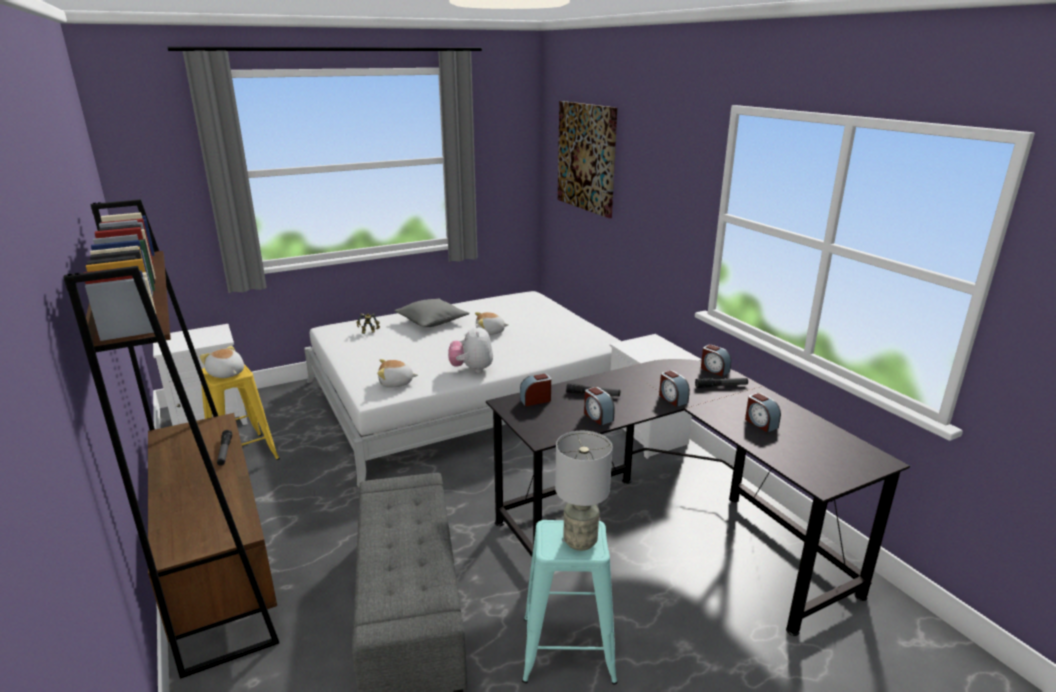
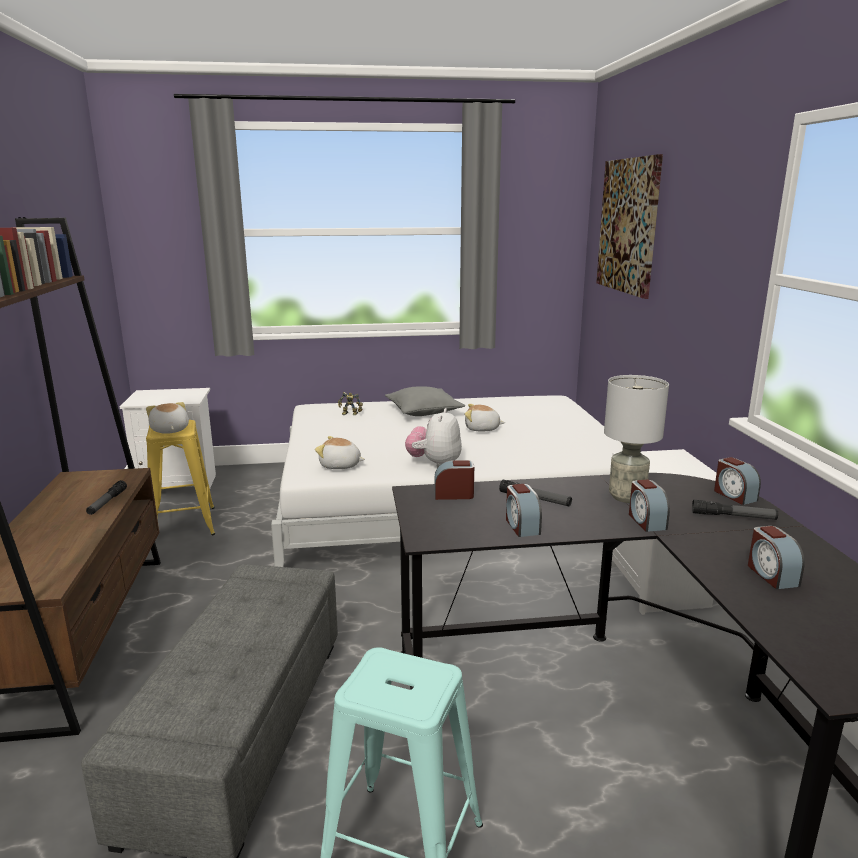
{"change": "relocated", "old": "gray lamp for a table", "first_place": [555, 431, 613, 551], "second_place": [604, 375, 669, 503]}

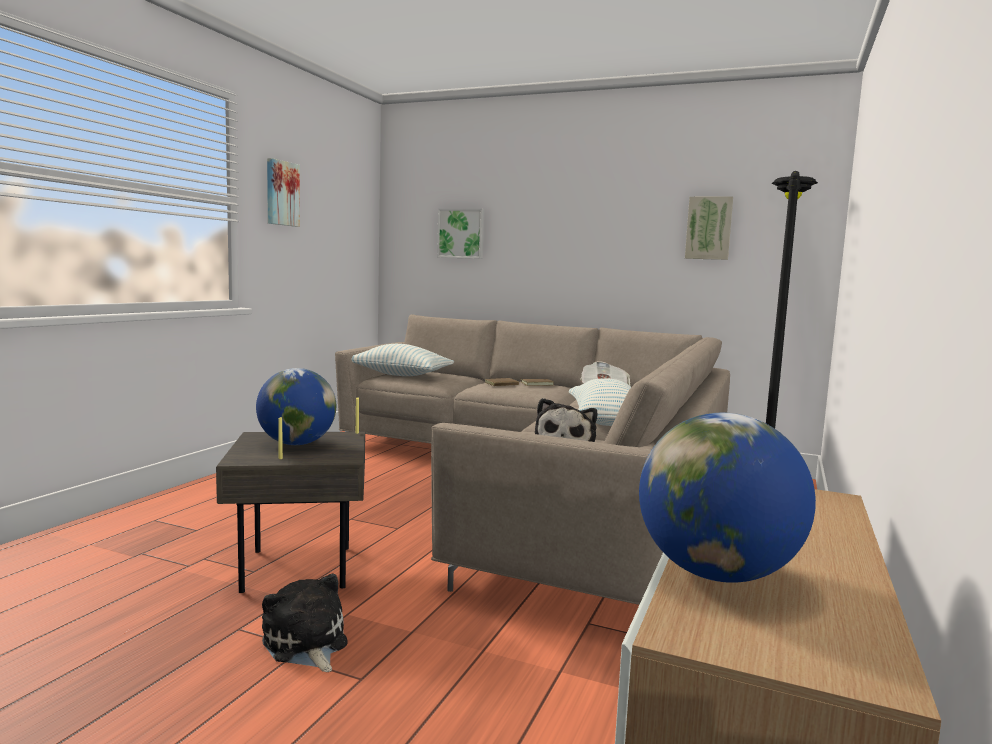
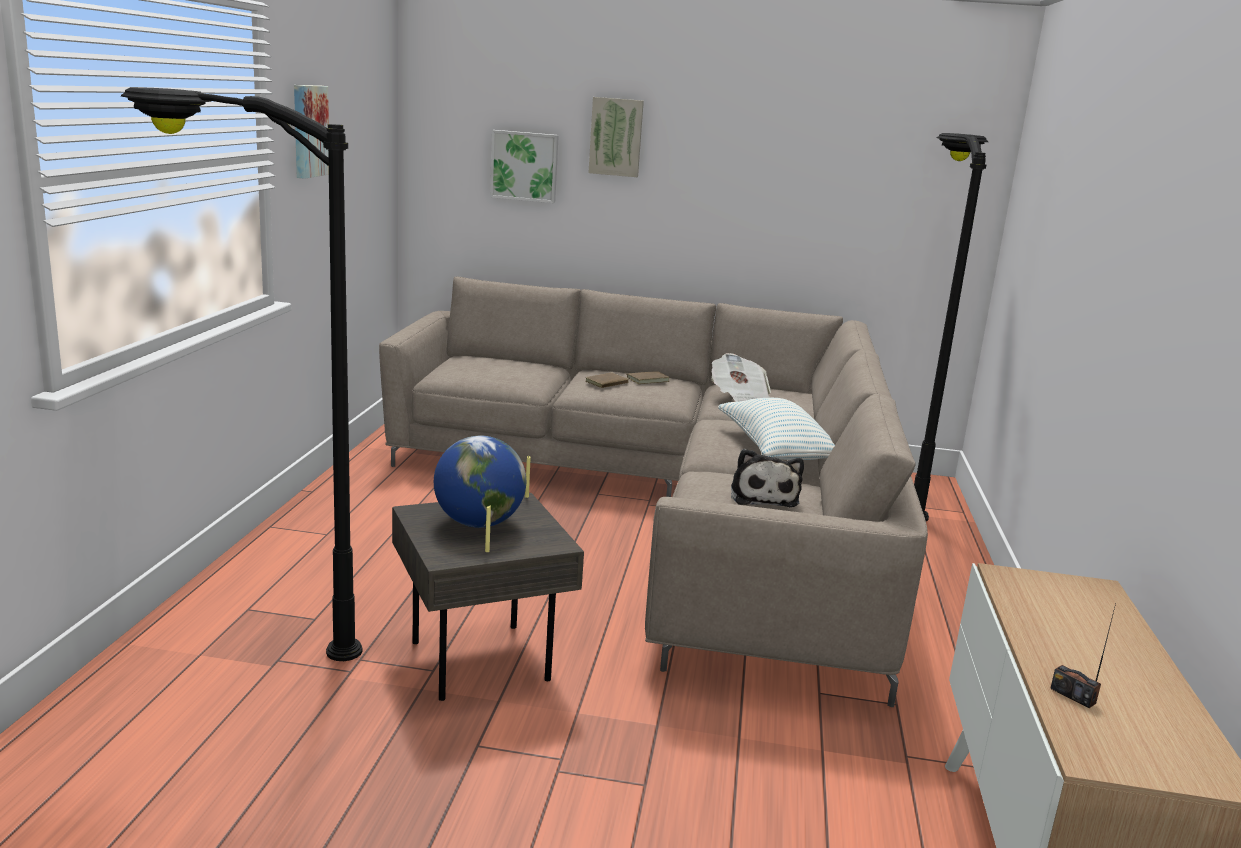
{"change": "relocated", "old": "picture", "first_place": [685, 196, 733, 260], "second_place": [588, 97, 644, 177]}
{"change": "missing", "old": "throw pillow", "first_place": [351, 344, 454, 376]}
{"change": "exchanged", "old": "desk globe", "new": "radio set", "first_place": [639, 413, 816, 583], "second_place": [1050, 604, 1116, 708]}
{"change": "missing", "old": "cuddly toy", "first_place": [262, 574, 347, 672]}
{"change": "appeared", "new": "blackish standing lamp", "second_place": [121, 87, 363, 661]}

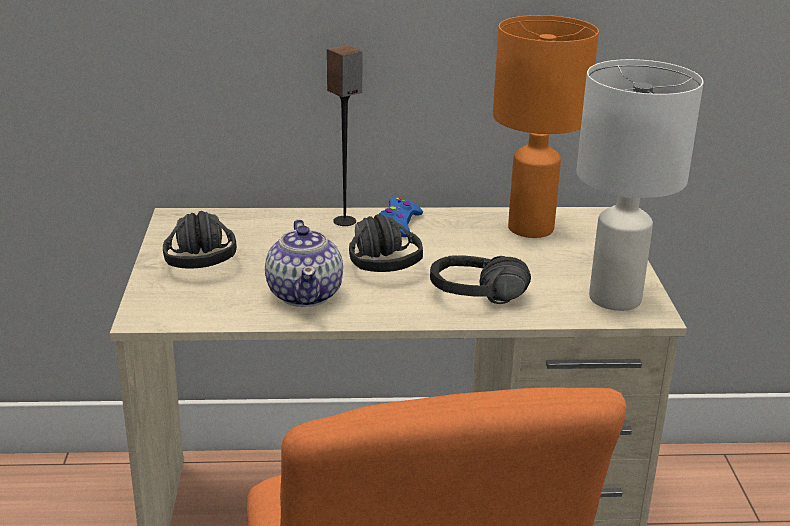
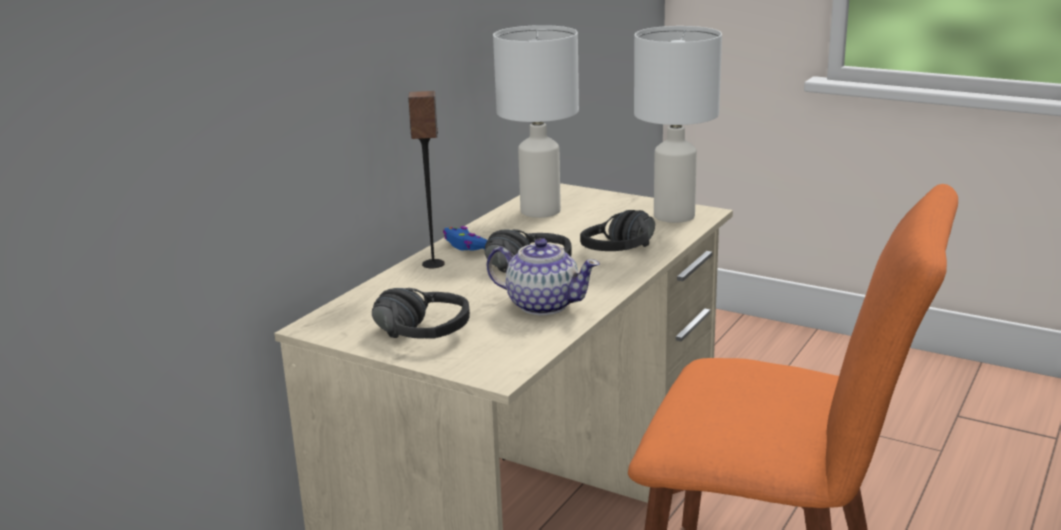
{"change": "colour", "old": "orange lamp for a table", "new": "whitish lamp for a table", "first_place": [493, 15, 599, 238], "second_place": [493, 25, 579, 218]}

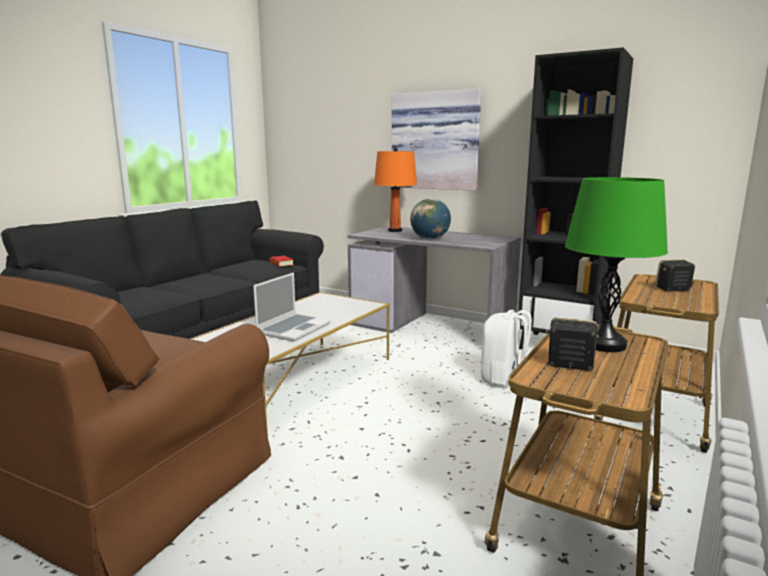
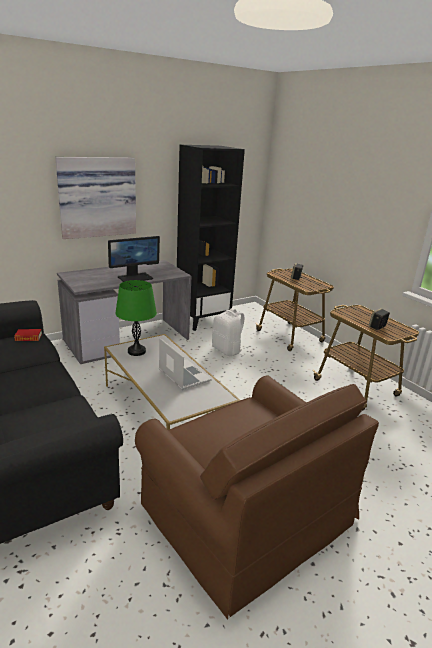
{"change": "missing", "old": "orange lamp for a table", "first_place": [374, 147, 417, 232]}
{"change": "relocated", "old": "greenish lamp for a table", "first_place": [565, 177, 668, 352], "second_place": [115, 280, 157, 356]}
{"change": "exchanged", "old": "desk globe", "new": "computer display", "first_place": [410, 199, 451, 239], "second_place": [108, 236, 160, 282]}

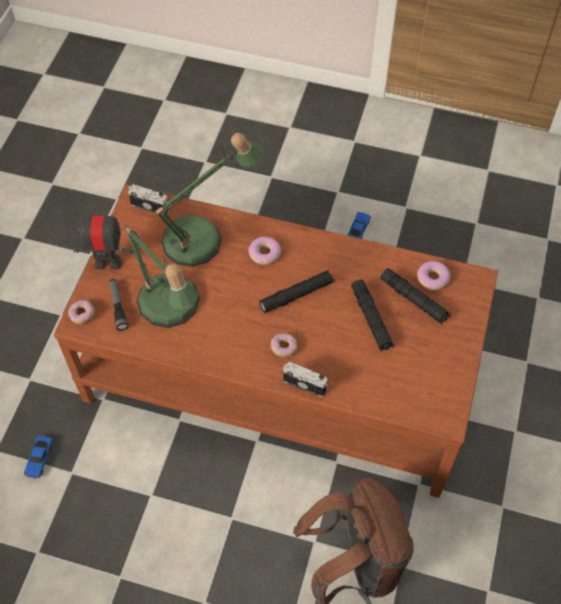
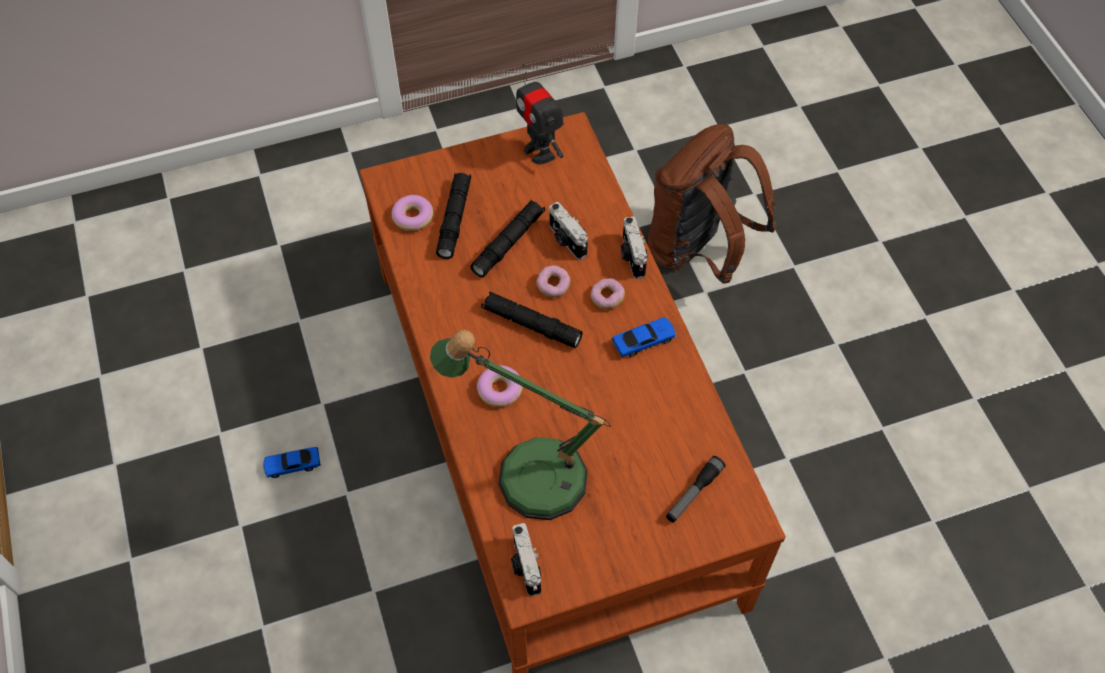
{"change": "relocated", "old": "model robot", "first_place": [74, 212, 135, 270], "second_place": [516, 64, 564, 164]}
{"change": "missing", "old": "lamp for a table", "first_place": [125, 225, 200, 328]}
{"change": "relocated", "old": "donut", "first_place": [68, 300, 95, 324], "second_place": [536, 265, 570, 298]}
{"change": "relocated", "old": "model car", "first_place": [24, 436, 53, 479], "second_place": [612, 317, 676, 357]}
{"change": "appeared", "new": "photo camera", "second_place": [549, 202, 588, 260]}

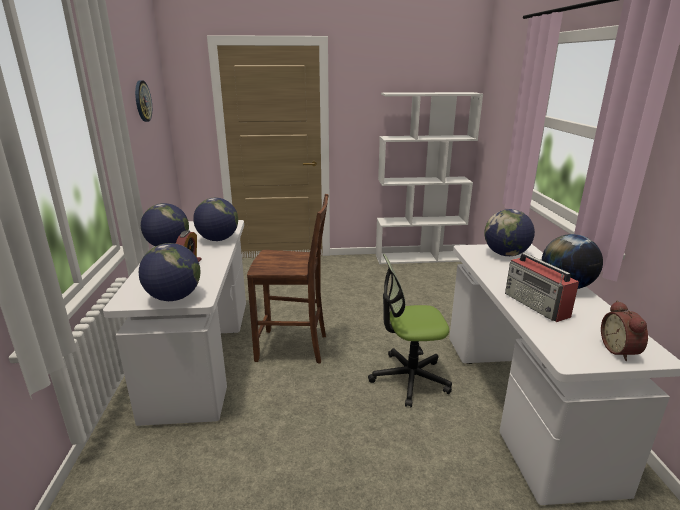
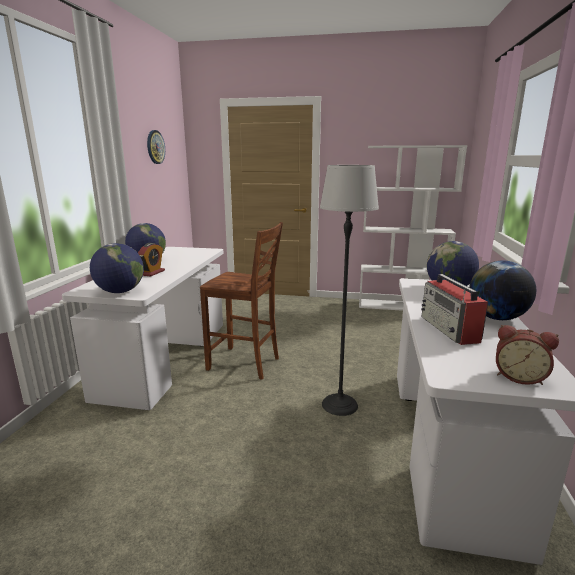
{"change": "missing", "old": "desk globe", "first_place": [193, 198, 238, 241]}
{"change": "exchanged", "old": "office chair", "new": "standing lamp", "first_place": [368, 254, 452, 407], "second_place": [320, 165, 379, 416]}
{"change": "spun", "old": "alarm clock", "first_place": [601, 301, 648, 361], "second_place": [496, 325, 559, 385], "degrees": -75}

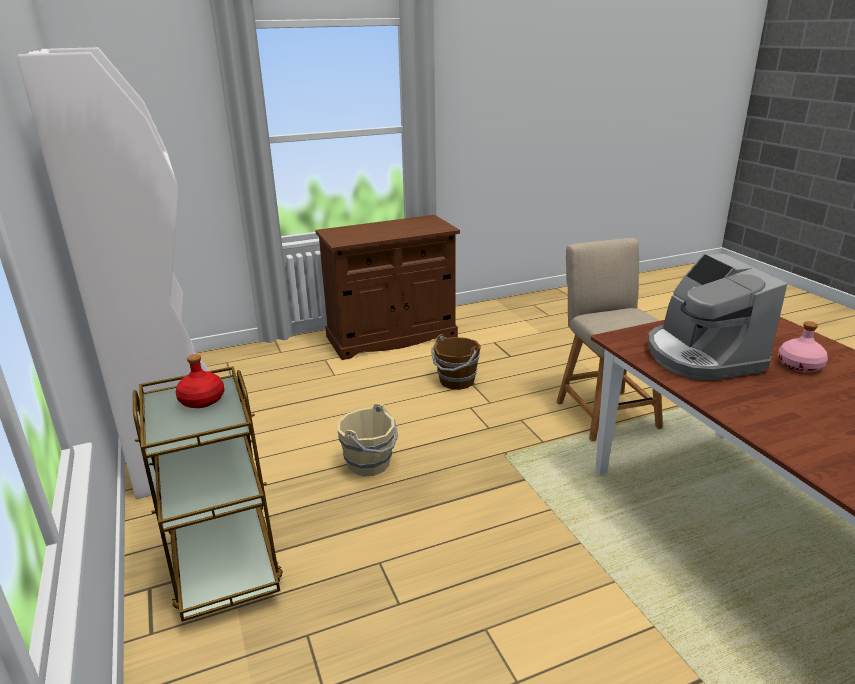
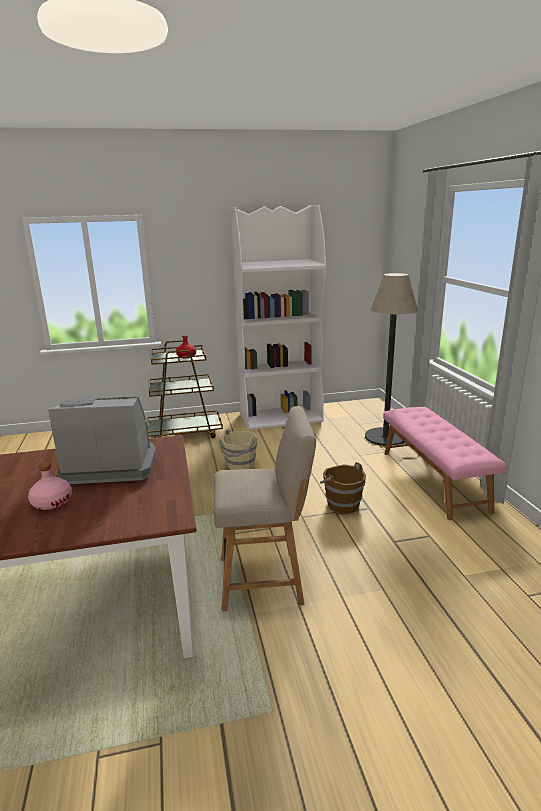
{"change": "exchanged", "old": "brown-coloured cupboard", "new": "pinkish indoor bench", "first_place": [315, 215, 460, 360], "second_place": [383, 407, 507, 520]}
{"change": "appeared", "new": "standing lamp", "second_place": [365, 273, 418, 446]}

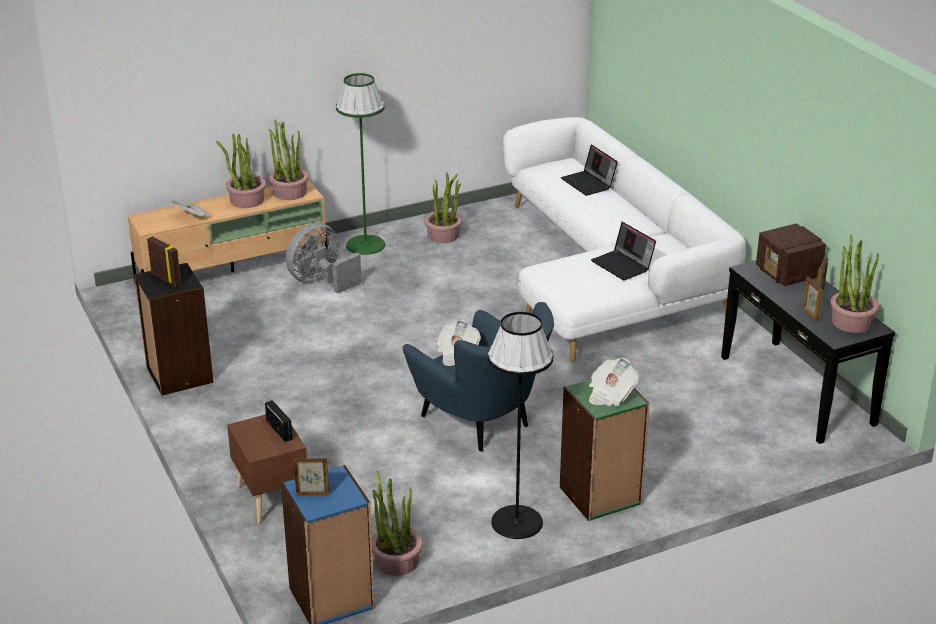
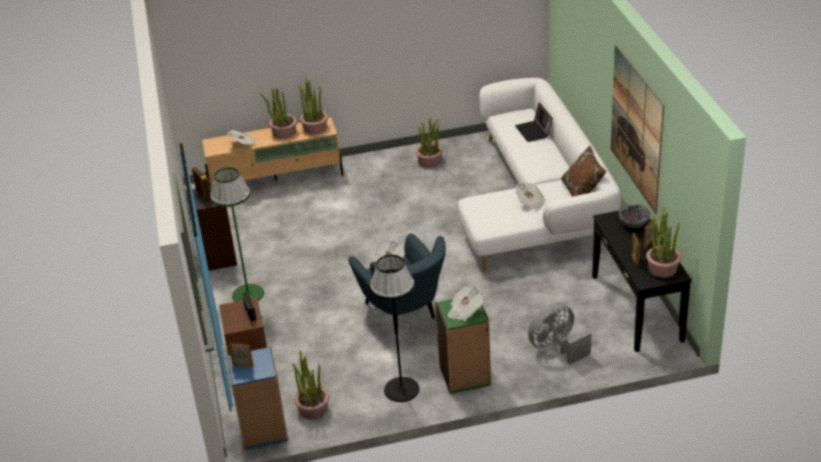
{"change": "relocated", "old": "greenish standing lamp", "first_place": [336, 73, 385, 255], "second_place": [210, 168, 264, 302]}
{"change": "exchanged", "old": "portable computer", "new": "printed paper", "first_place": [591, 222, 656, 280], "second_place": [515, 183, 546, 211]}
{"change": "relocated", "old": "gray cooling fan", "first_place": [286, 223, 362, 294], "second_place": [528, 302, 591, 364]}
{"change": "exchanged", "old": "radio set", "new": "bowl", "first_place": [756, 223, 826, 286], "second_place": [619, 204, 650, 228]}
{"change": "appeared", "new": "picture", "second_place": [611, 45, 664, 214]}
{"change": "appeared", "new": "brown-coloured throw pillow", "second_place": [561, 146, 607, 197]}

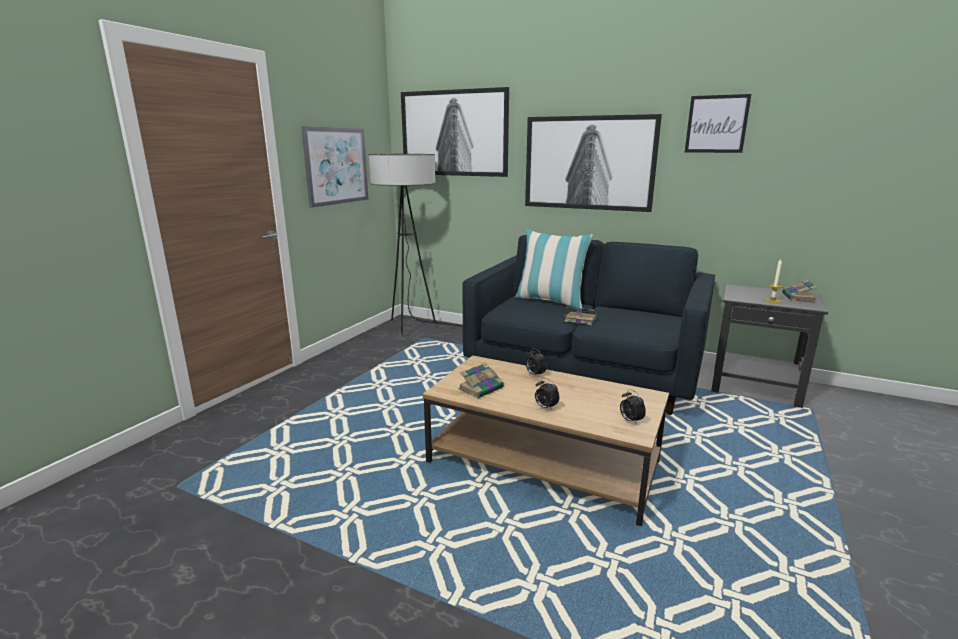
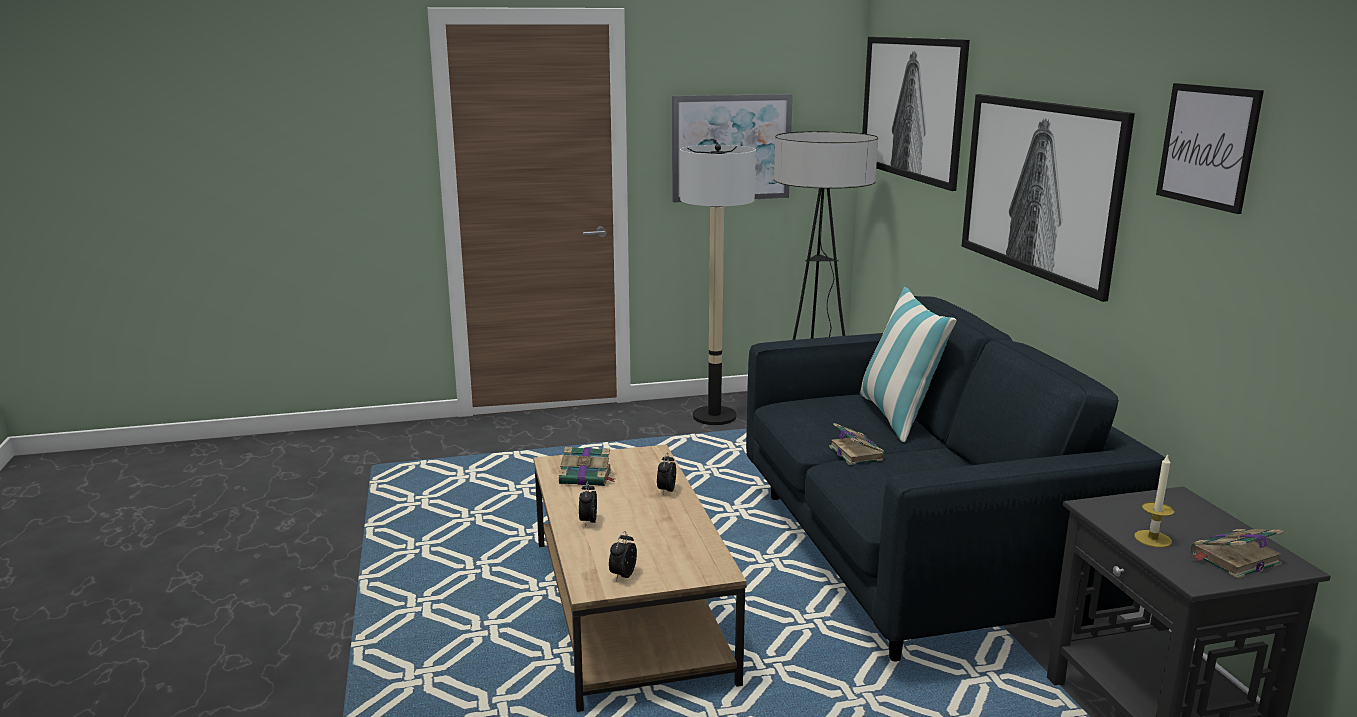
{"change": "appeared", "new": "standing lamp", "second_place": [680, 144, 756, 425]}

